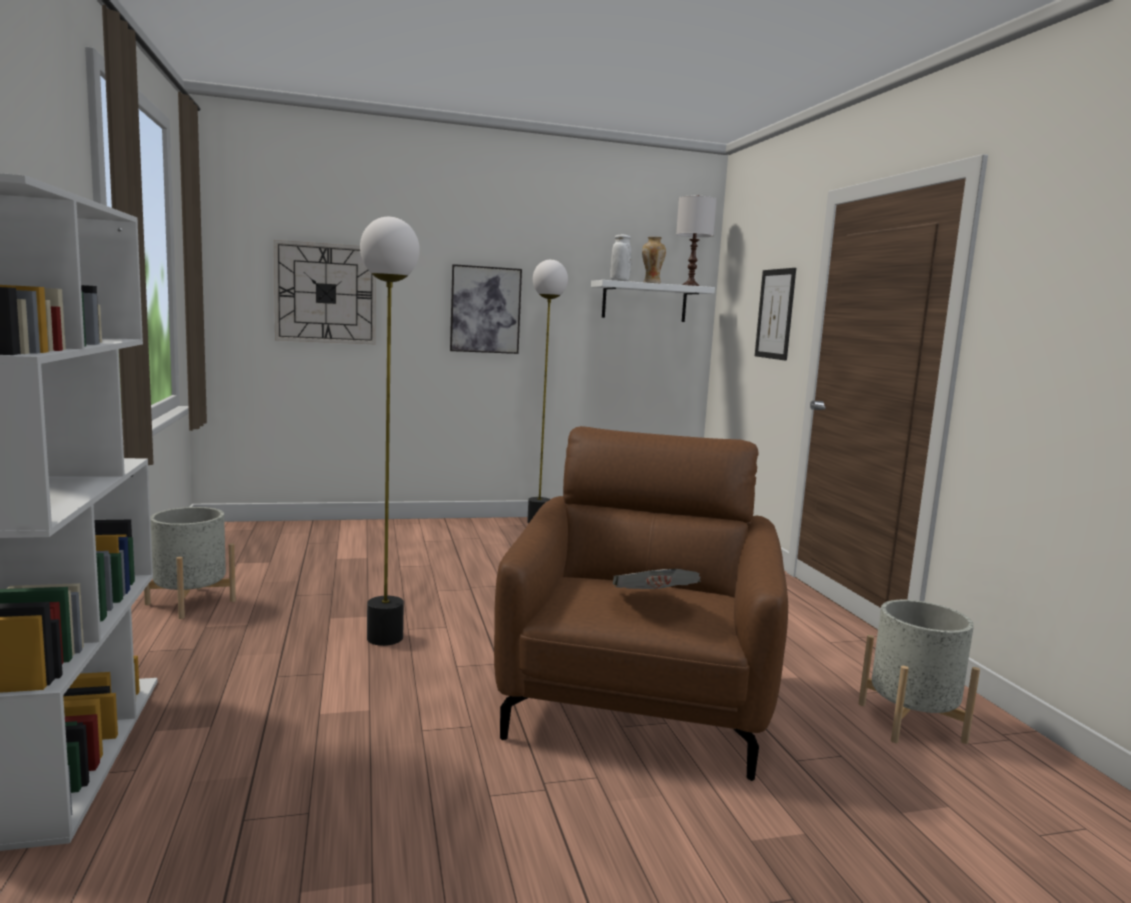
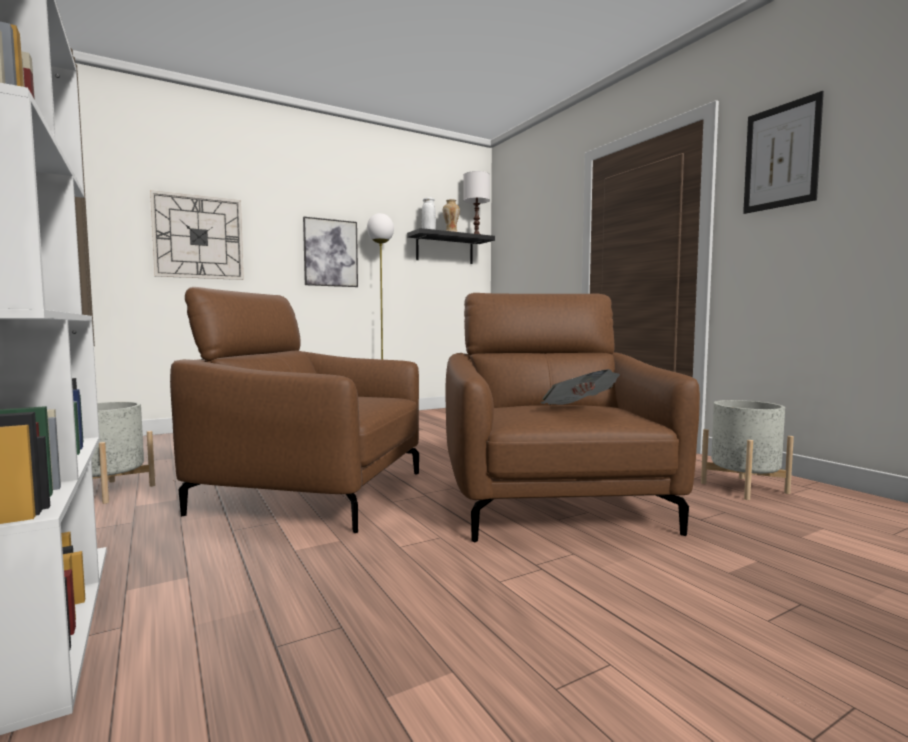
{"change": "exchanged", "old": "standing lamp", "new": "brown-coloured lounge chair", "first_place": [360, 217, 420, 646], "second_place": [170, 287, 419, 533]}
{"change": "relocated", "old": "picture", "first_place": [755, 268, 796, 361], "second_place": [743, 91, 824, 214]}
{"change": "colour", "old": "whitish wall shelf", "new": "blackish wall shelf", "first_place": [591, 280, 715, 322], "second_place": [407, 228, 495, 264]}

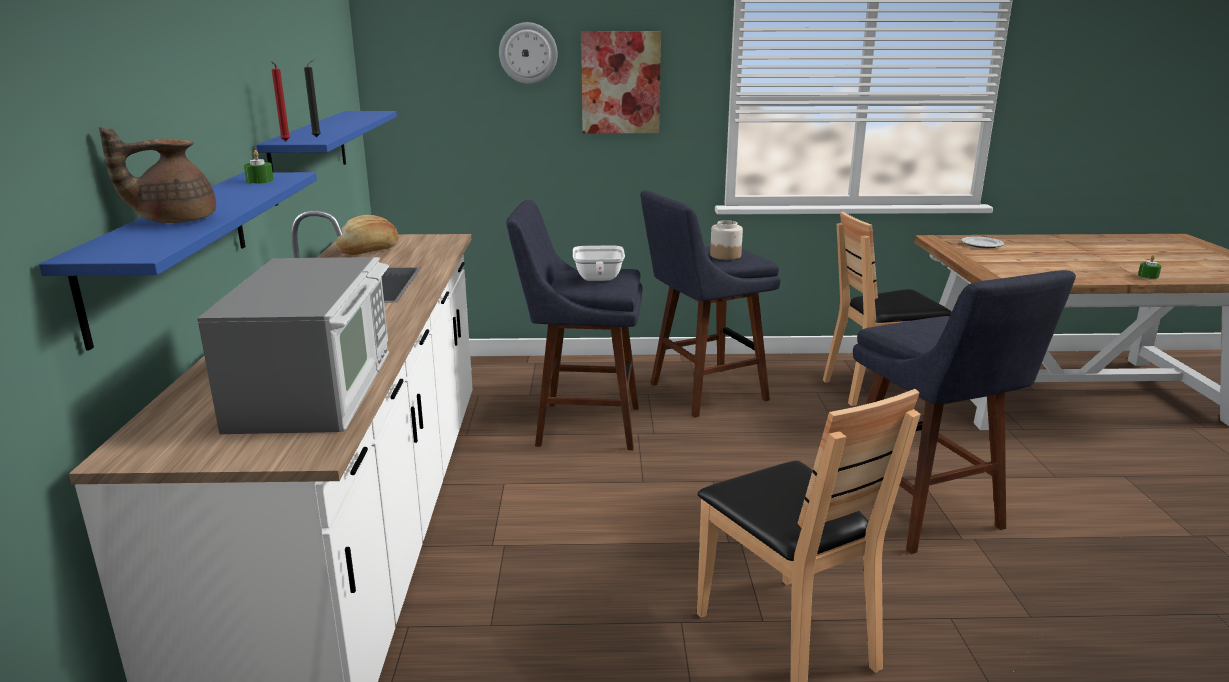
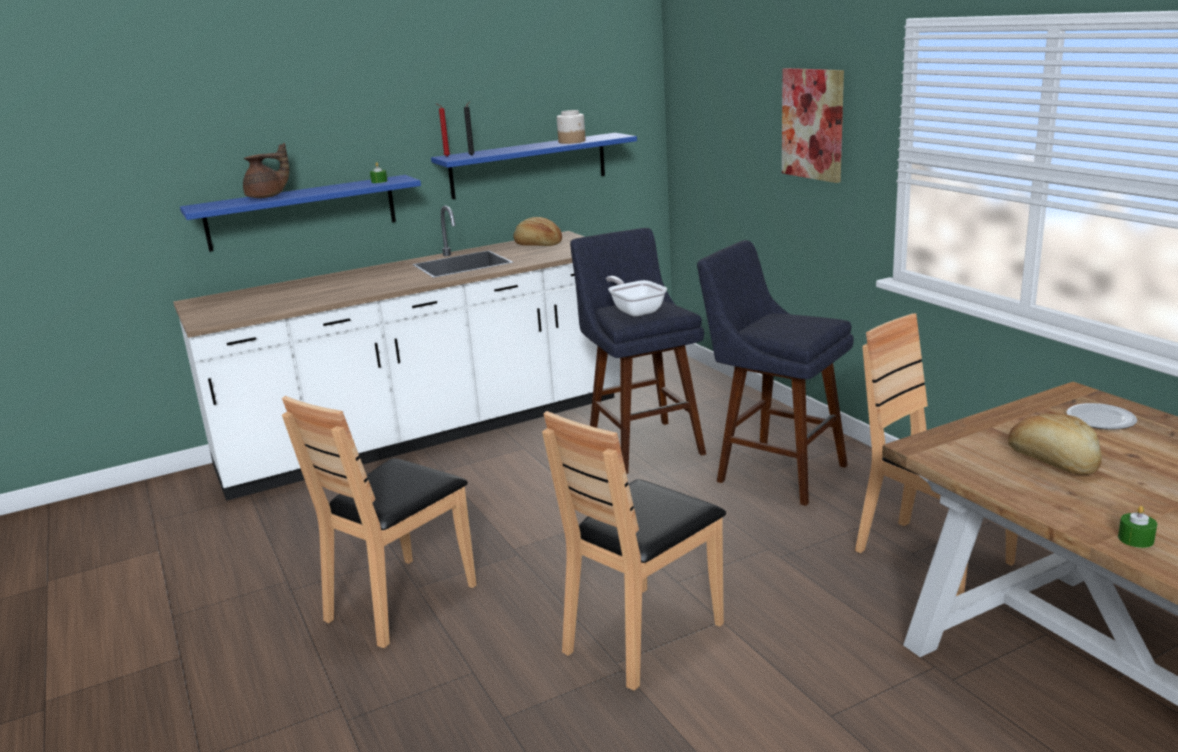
{"change": "missing", "old": "hanging clock", "first_place": [499, 22, 558, 84]}
{"change": "spun", "old": "brown-coloured pot for tea", "first_place": [99, 127, 216, 223], "second_place": [243, 143, 289, 198], "degrees": 135}
{"change": "relocated", "old": "jar", "first_place": [710, 220, 743, 260], "second_place": [557, 110, 586, 144]}
{"change": "spun", "old": "skillet", "first_place": [573, 245, 625, 281], "second_place": [606, 276, 667, 317], "degrees": 90}
{"change": "missing", "old": "kitchen microwave", "first_place": [197, 257, 389, 434]}
{"change": "exchanged", "old": "blue sitting stool", "new": "brown-coloured plain chair", "first_place": [853, 270, 1076, 554], "second_place": [542, 411, 726, 691]}
{"change": "appeared", "new": "baked bread", "second_place": [1008, 412, 1102, 475]}

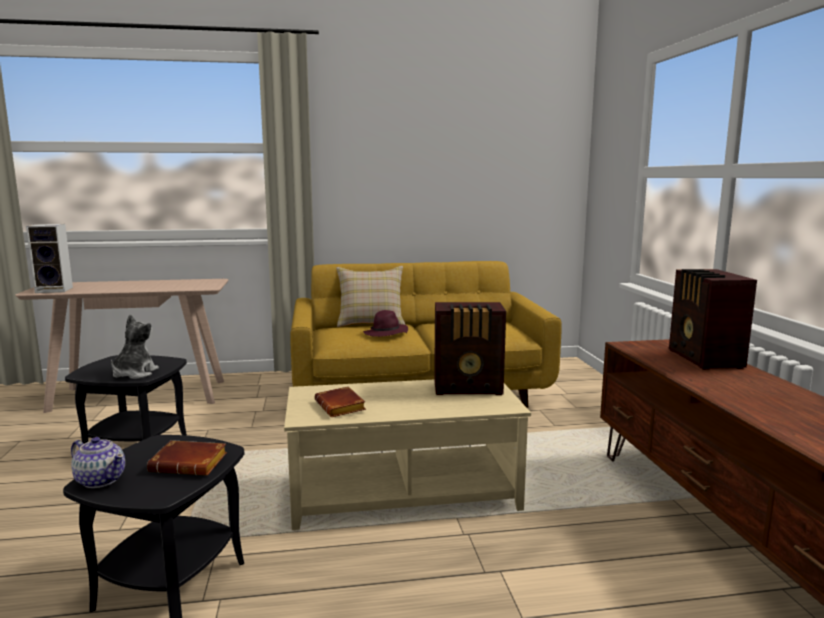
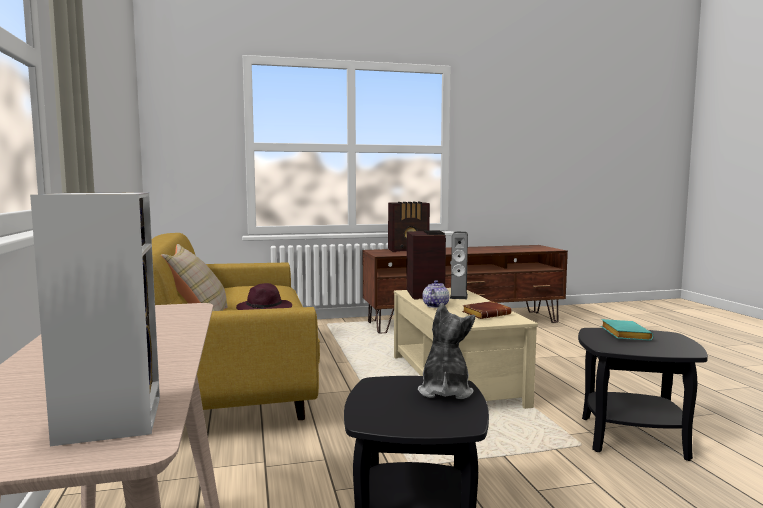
{"change": "spun", "old": "cuddly toy", "first_place": [111, 314, 159, 379], "second_place": [418, 302, 475, 399], "degrees": 90}
{"change": "relocated", "old": "pot for tea", "first_place": [71, 437, 125, 488], "second_place": [422, 280, 449, 308]}
{"change": "colour", "old": "brown-coloured book", "new": "blue-green book", "first_place": [147, 440, 227, 475], "second_place": [601, 319, 653, 341]}
{"change": "appeared", "new": "audio speaker", "second_place": [450, 232, 468, 299]}

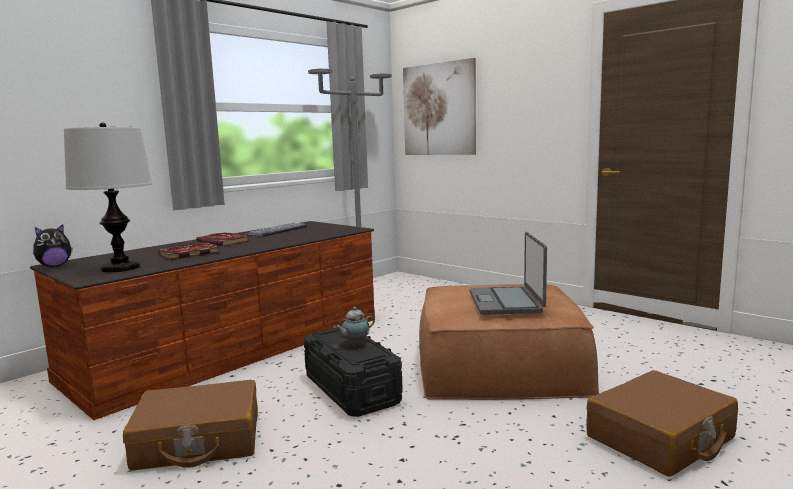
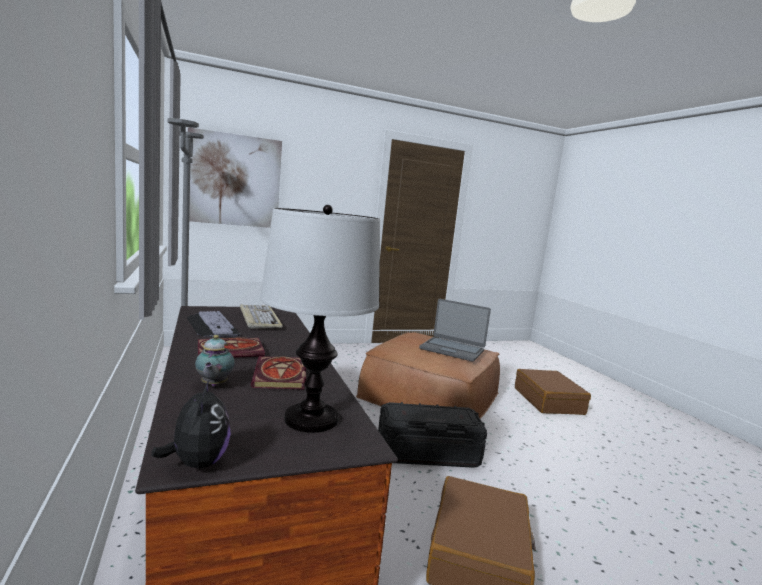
{"change": "relocated", "old": "pot for tea", "first_place": [333, 307, 375, 346], "second_place": [195, 335, 235, 387]}
{"change": "appeared", "new": "keyboard", "second_place": [240, 304, 283, 329]}

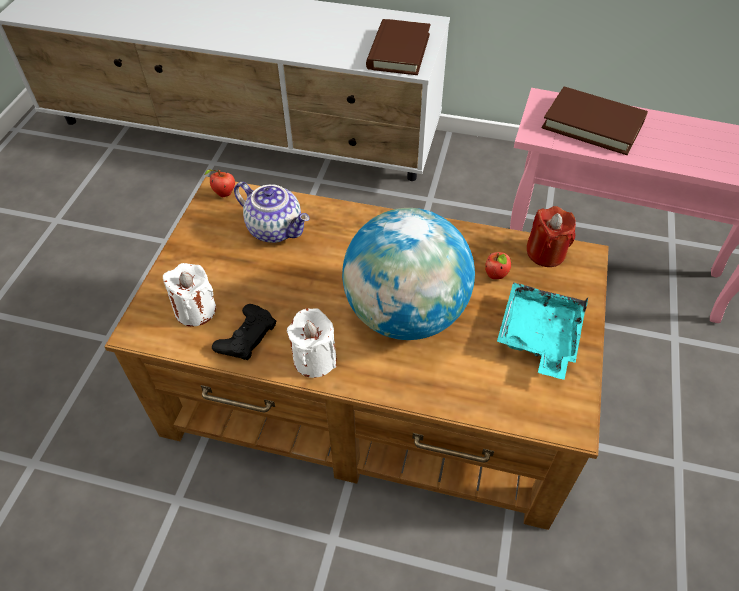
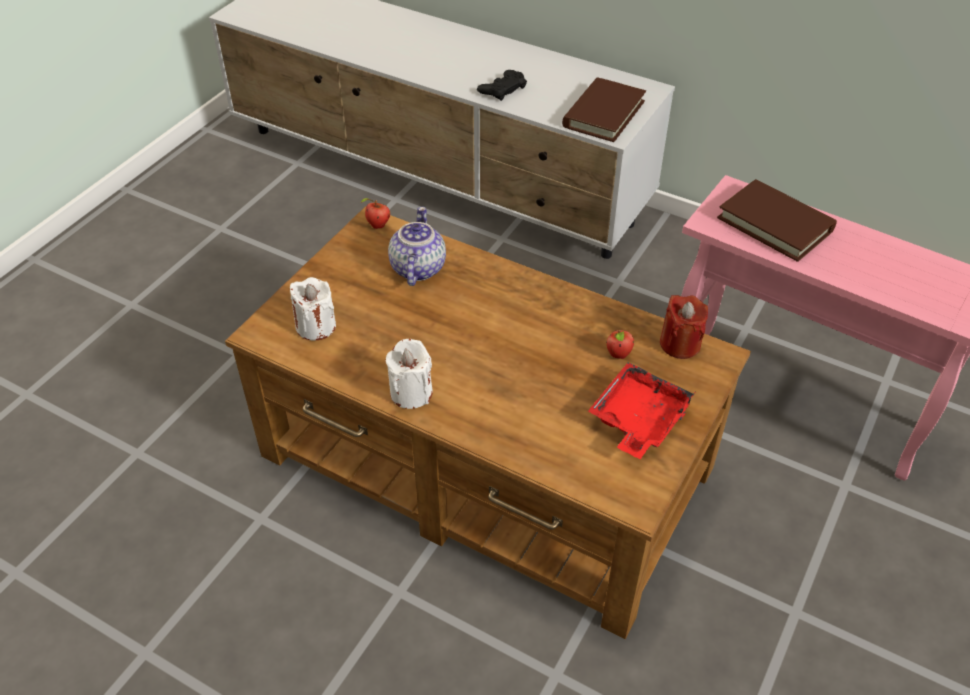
{"change": "spun", "old": "pot for tea", "first_place": [234, 182, 310, 243], "second_place": [388, 207, 446, 286], "degrees": -135}
{"change": "missing", "old": "desk globe", "first_place": [342, 208, 475, 340]}
{"change": "colour", "old": "blue-green serving tray", "new": "red serving tray", "first_place": [497, 282, 588, 380], "second_place": [588, 362, 695, 459]}
{"change": "relocated", "old": "blackish game controller", "first_place": [212, 304, 276, 360], "second_place": [477, 70, 527, 101]}

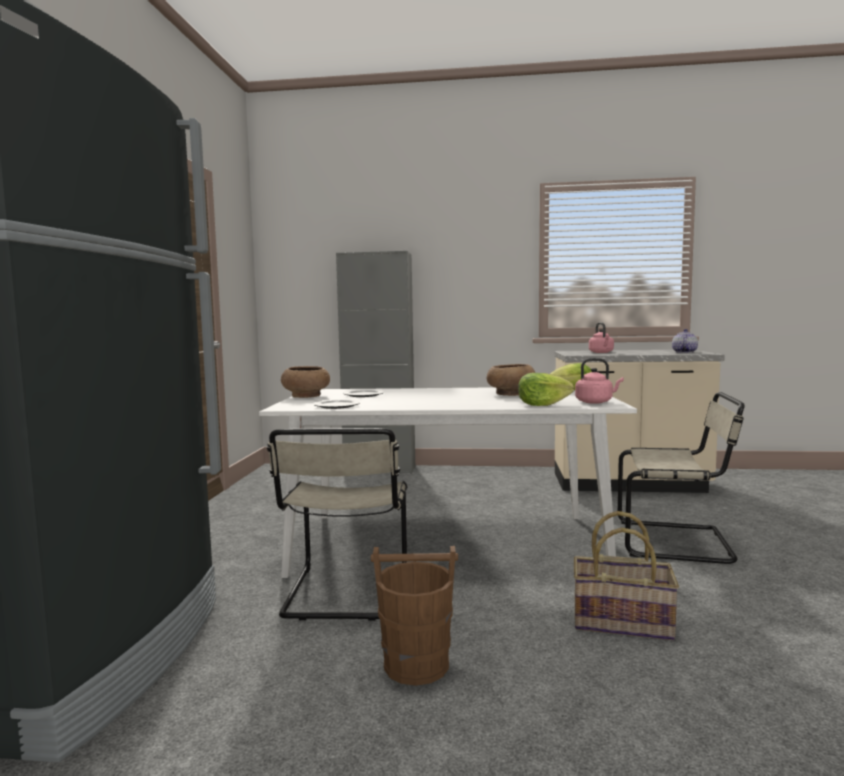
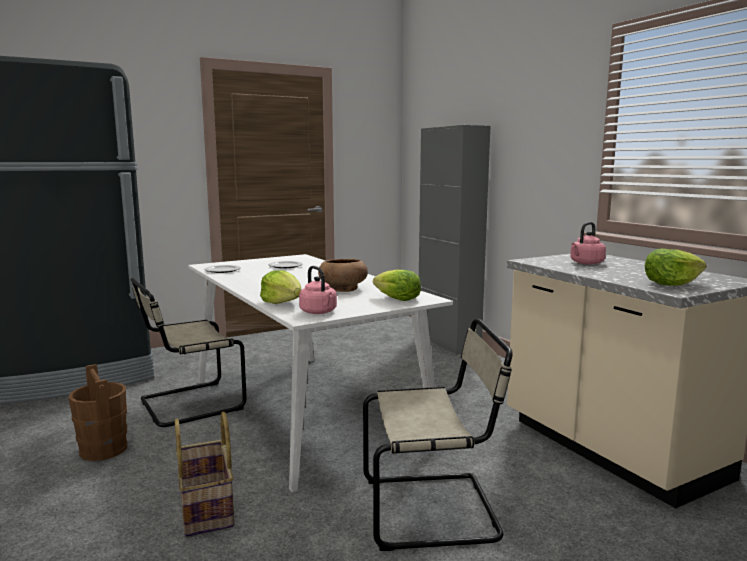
{"change": "exchanged", "old": "pot for tea", "new": "lettuce head", "first_place": [672, 329, 698, 353], "second_place": [645, 249, 707, 286]}
{"change": "missing", "old": "brown-coloured bowl", "first_place": [281, 366, 330, 398]}
{"change": "spun", "old": "beige plain chair", "first_place": [618, 392, 745, 564], "second_place": [363, 319, 513, 551], "degrees": -75}

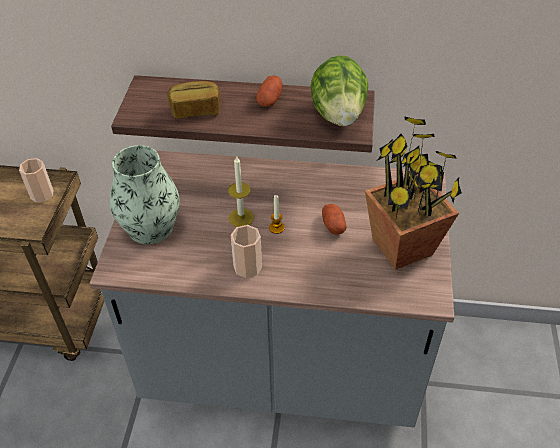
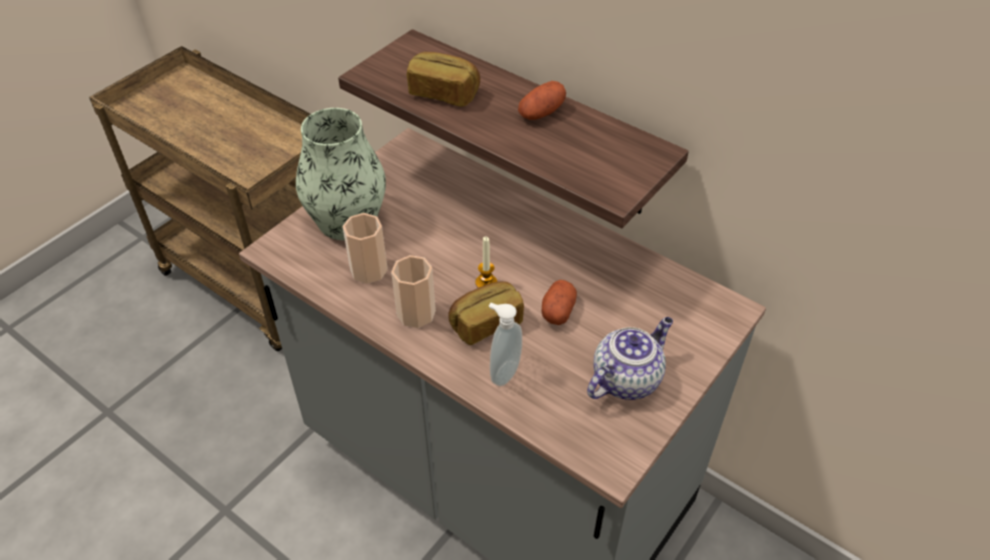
{"change": "missing", "old": "lettuce head", "first_place": [310, 55, 368, 126]}
{"change": "exchanged", "old": "houseplant", "new": "pot for tea", "first_place": [365, 117, 462, 270], "second_place": [587, 317, 673, 400]}
{"change": "missing", "old": "wax light", "first_place": [228, 155, 254, 227]}
{"change": "relocated", "old": "small cup", "first_place": [19, 158, 54, 203], "second_place": [343, 213, 388, 284]}
{"change": "appeared", "new": "baked bread", "second_place": [448, 281, 524, 345]}
{"change": "appeared", "new": "liquid soap bottle", "second_place": [489, 303, 522, 386]}

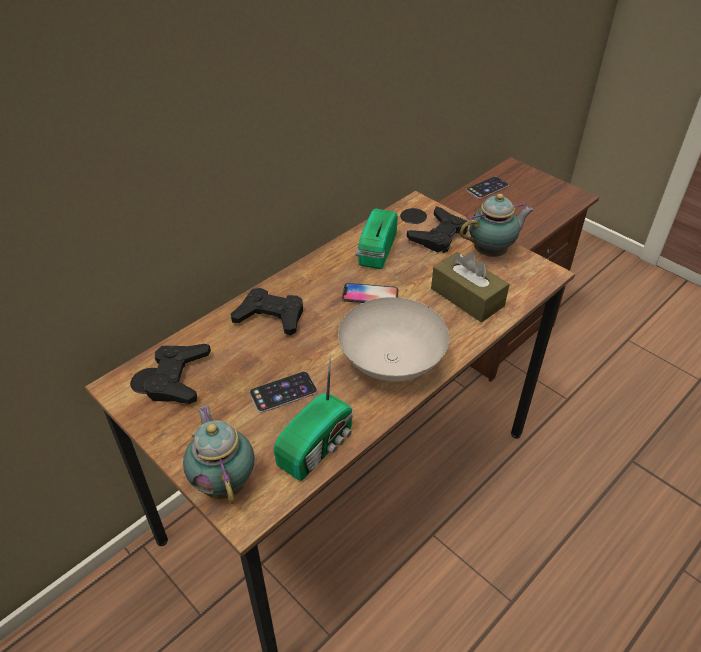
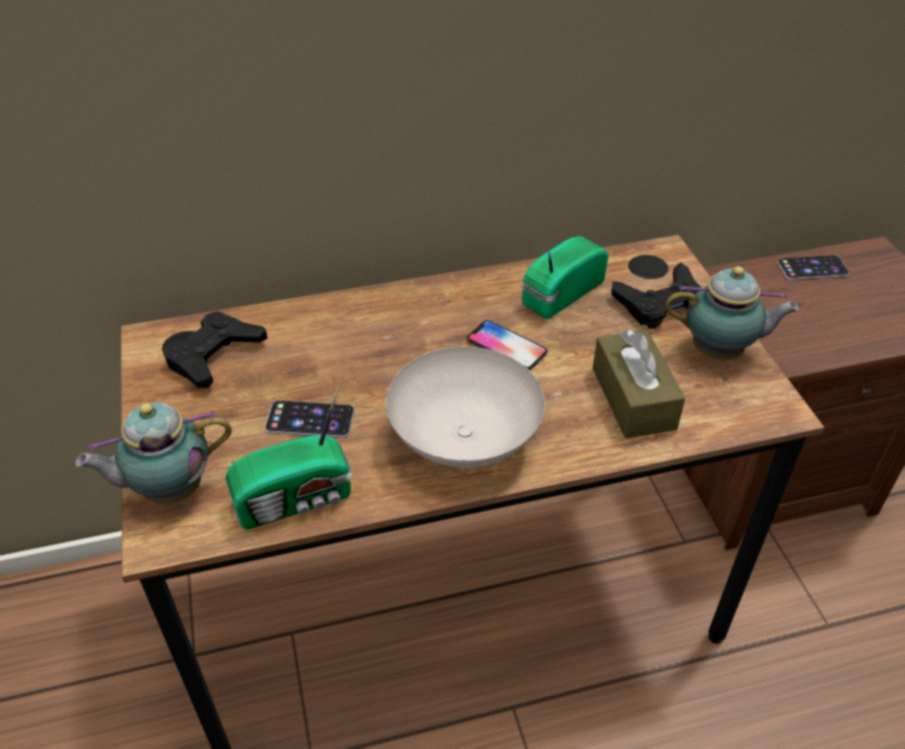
{"change": "missing", "old": "blackish game controller", "first_place": [231, 288, 303, 335]}
{"change": "spun", "old": "pot for tea", "first_place": [183, 405, 254, 504], "second_place": [75, 402, 232, 505], "degrees": -120}

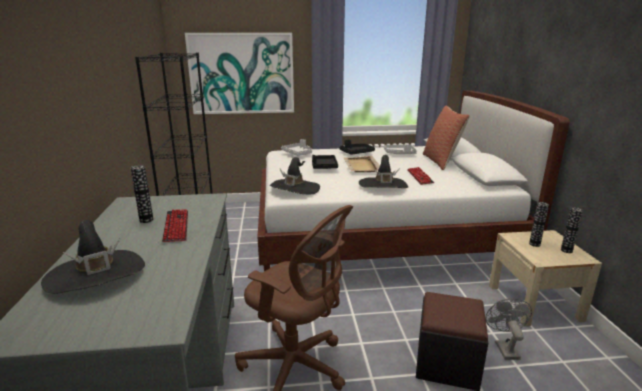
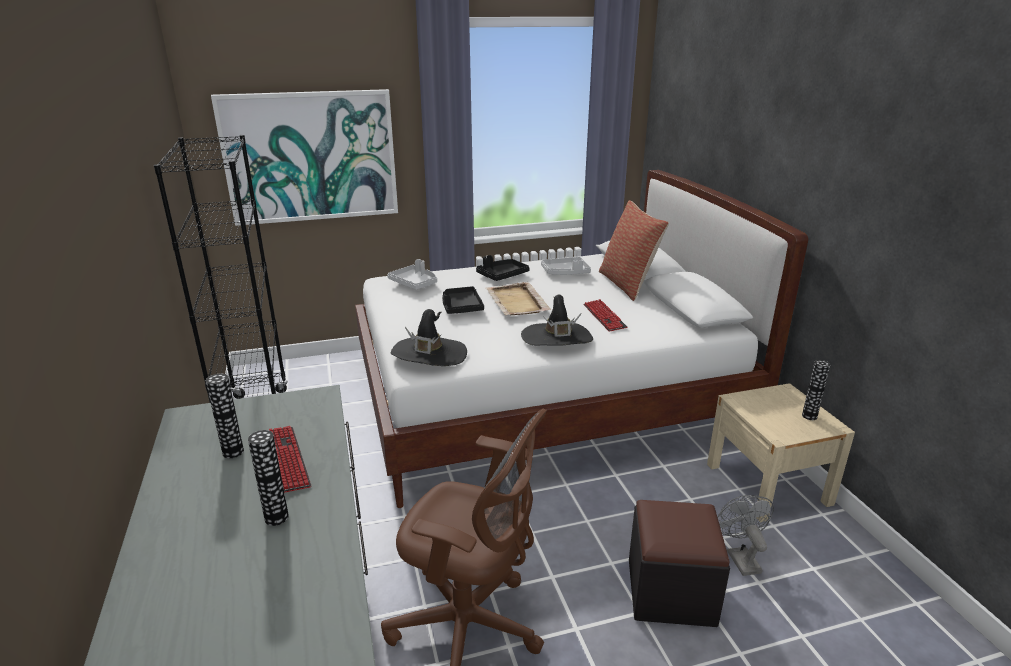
{"change": "relocated", "old": "decorative vase", "first_place": [529, 202, 549, 247], "second_place": [248, 430, 289, 526]}
{"change": "missing", "old": "blackish hat", "first_place": [41, 220, 145, 294]}

